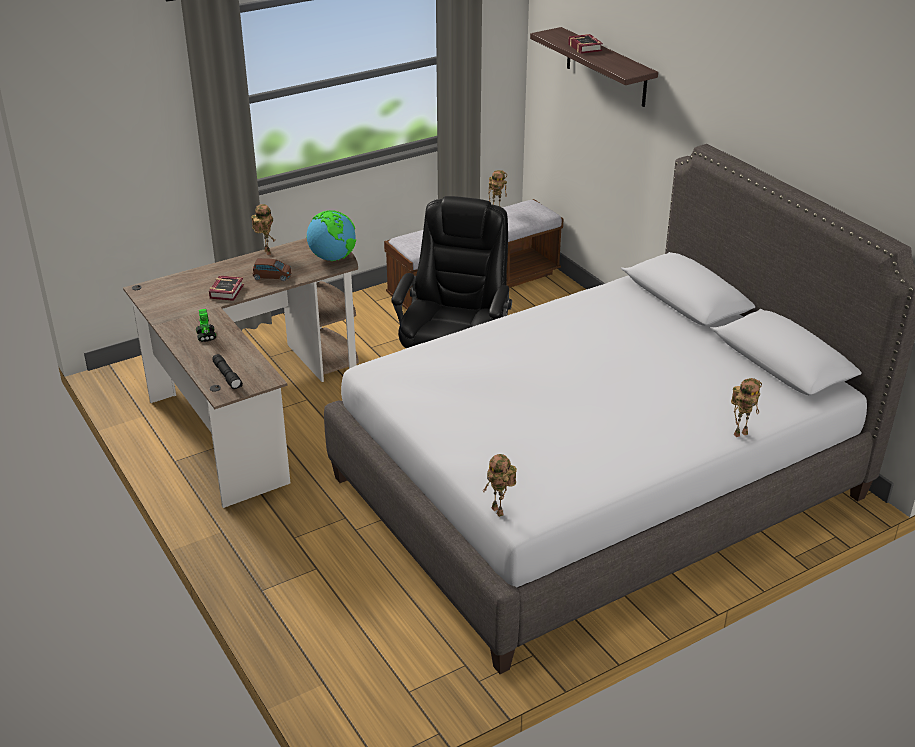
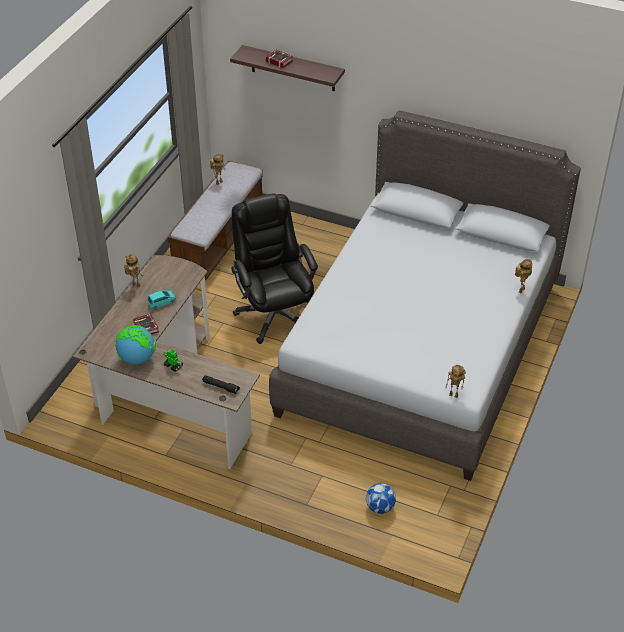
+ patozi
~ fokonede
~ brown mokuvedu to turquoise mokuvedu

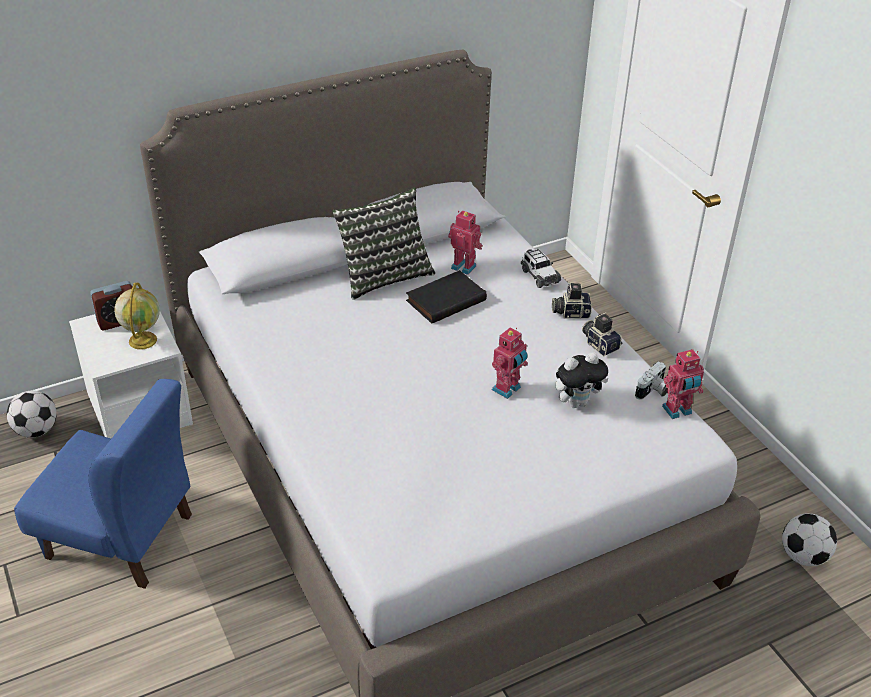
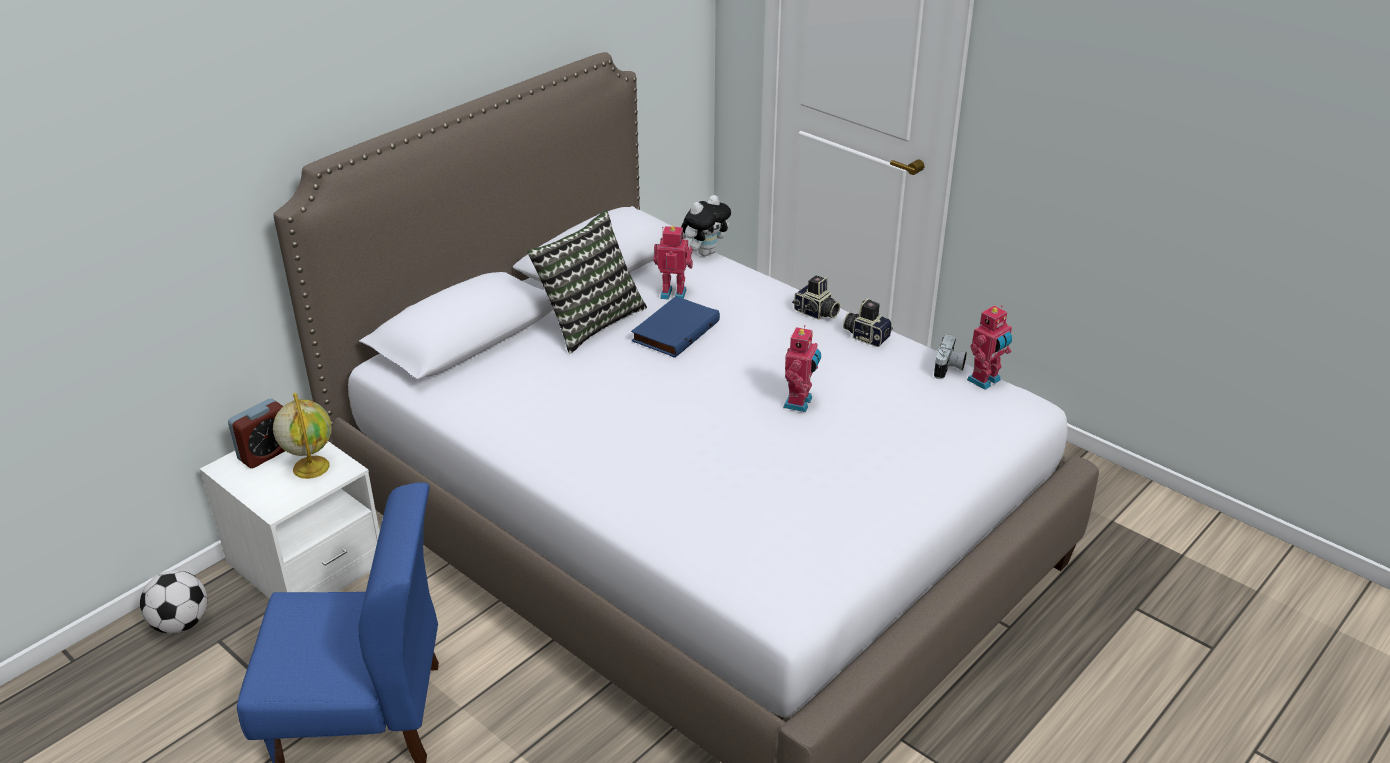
- mokuvedu
- patozi (2nd from left)
~ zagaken
~ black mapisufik to blue mapisufik
~ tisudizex (1st from left) 120 degrees counterclockwise

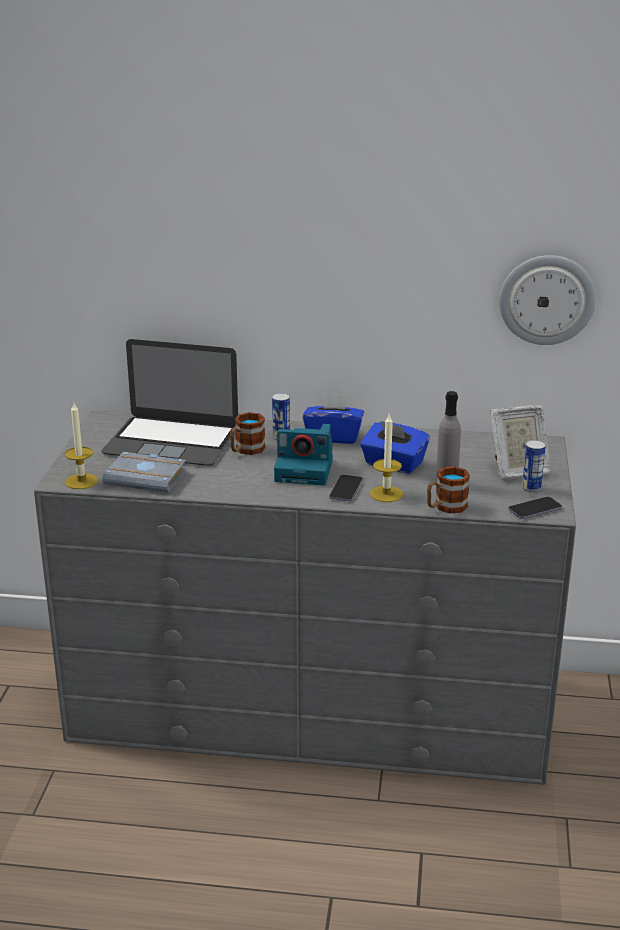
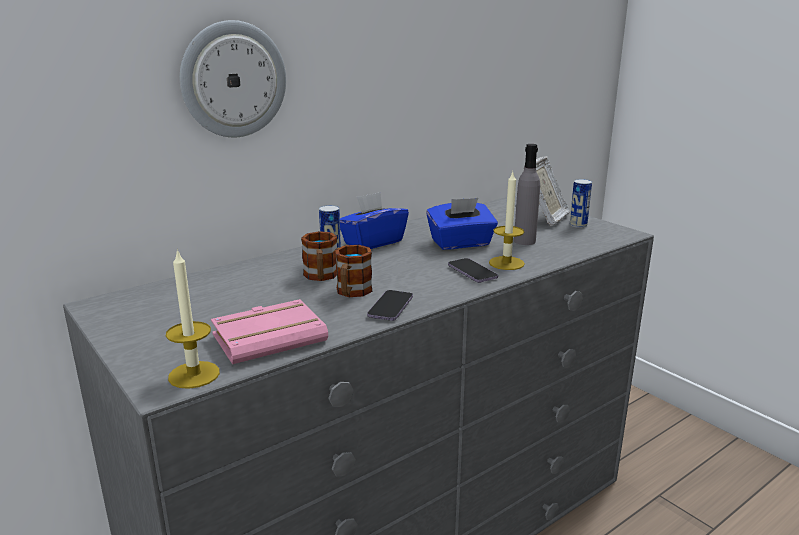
- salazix
- tisudizex
~ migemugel (2nd from left)
~ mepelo
~ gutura (2nd from left in the first image) to gutura (1st from left)
~ grey mapisufik to pink mapisufik

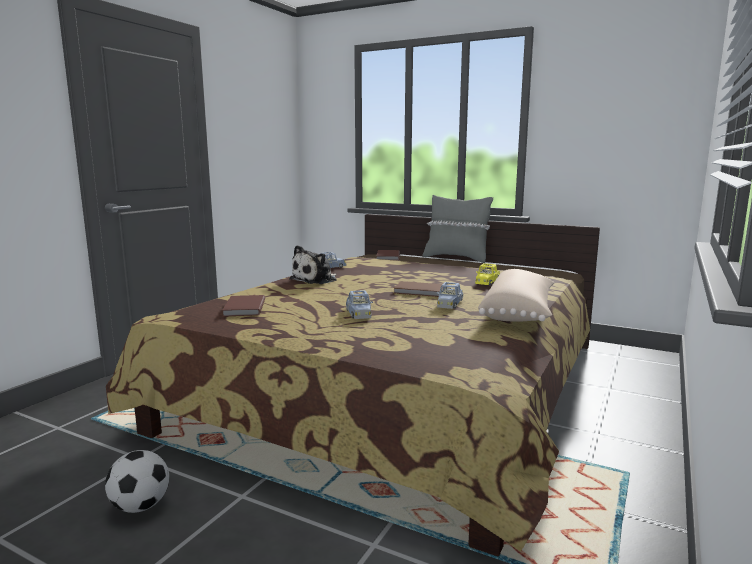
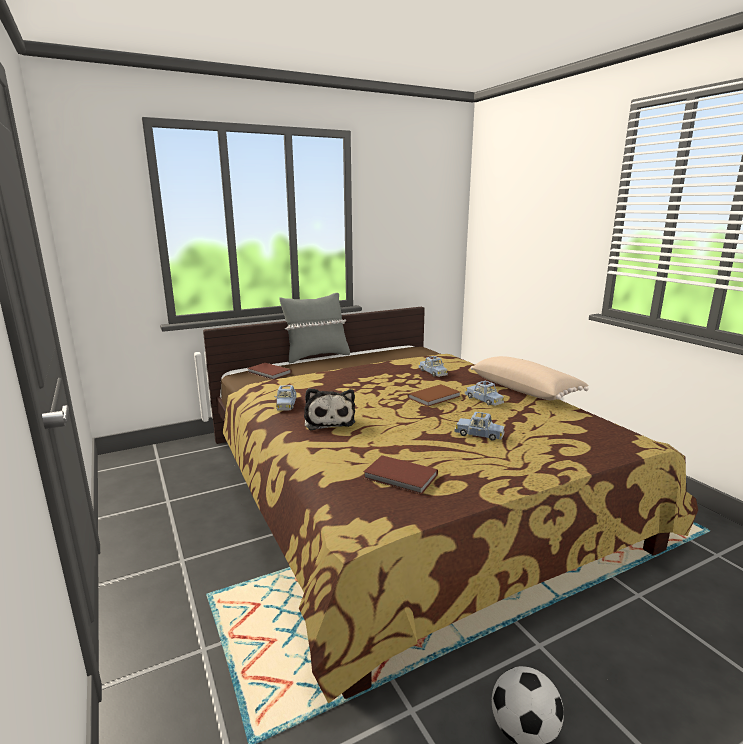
~ yellow mokuvedu to blue mokuvedu (2nd from left)

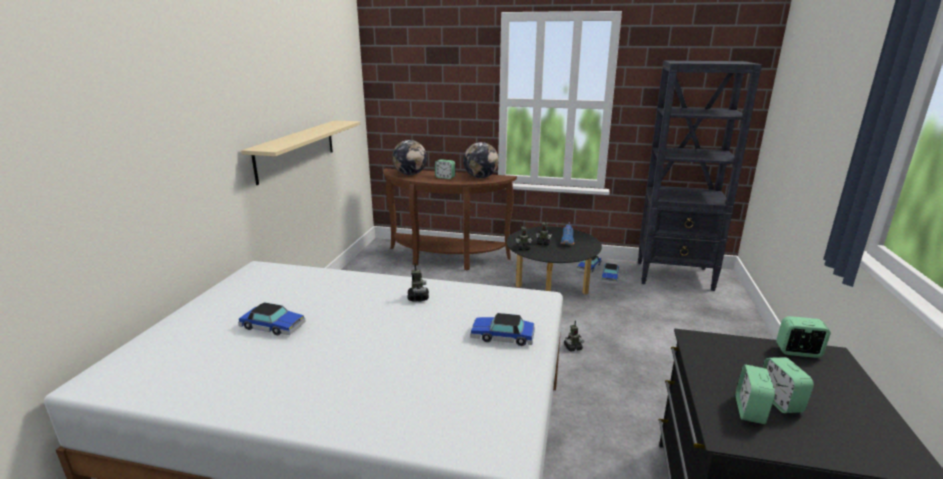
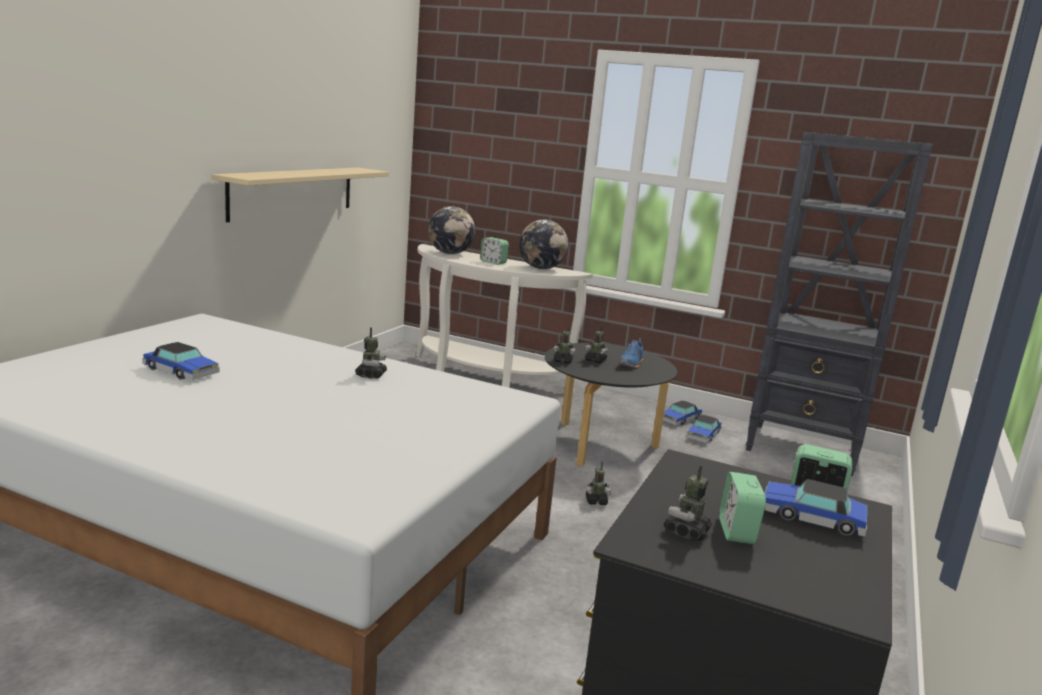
~ mokuvedu (2nd from left in the first image) to mokuvedu (4th from left)
~ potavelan (2nd from left) to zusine (5th from left)
~ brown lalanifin to white lalanifin

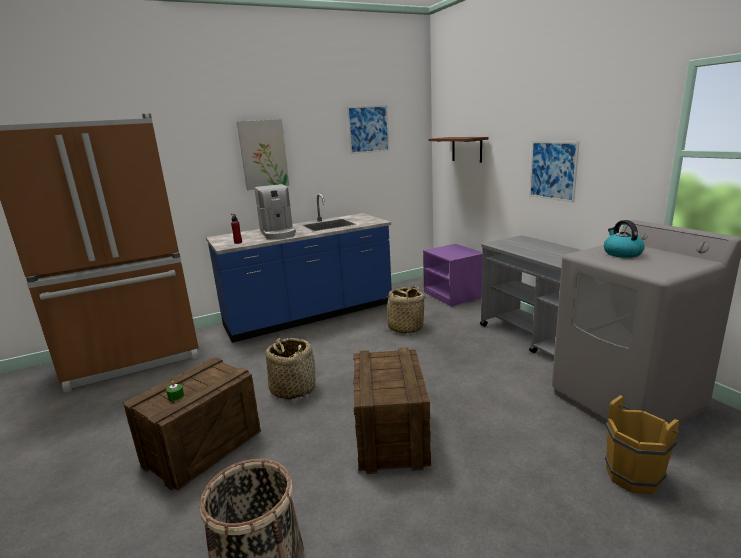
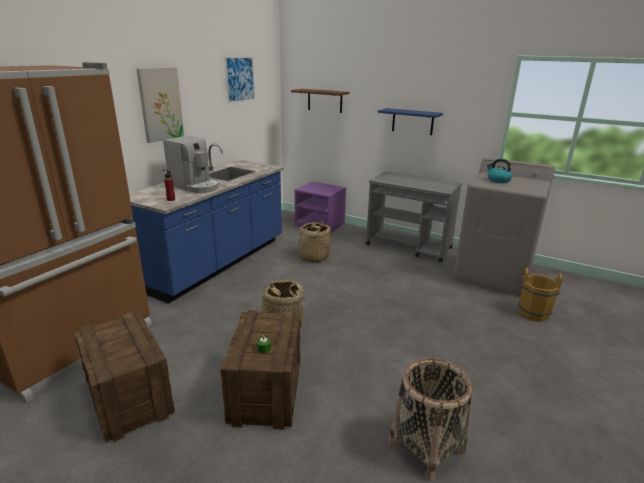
~ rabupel (2nd from left in the first image) to rabupel (1st from left)
~ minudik (3rd from left) to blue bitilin

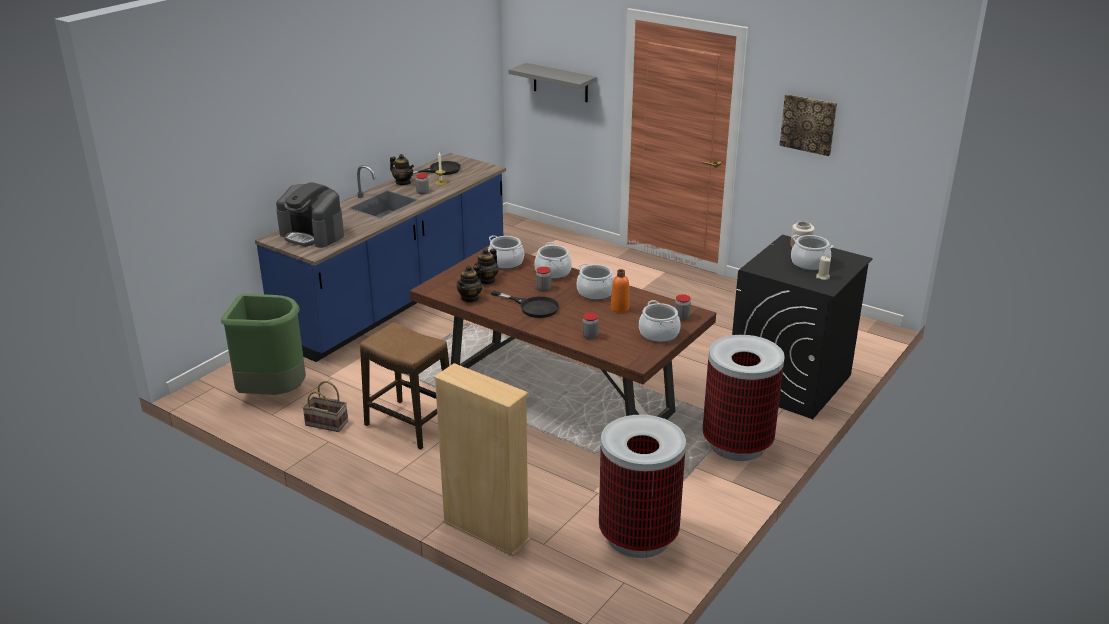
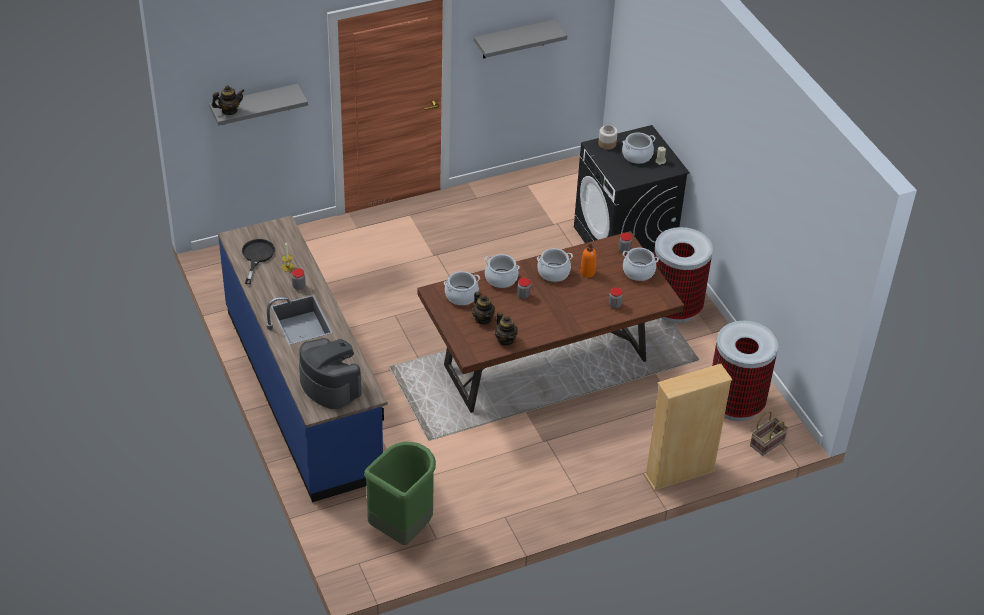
- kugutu
- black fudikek (2nd from left)
~ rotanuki
~ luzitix (1st from left)
~ minudik to grey bitilin (2nd from left)
~ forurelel 105 degrees counterclockwise

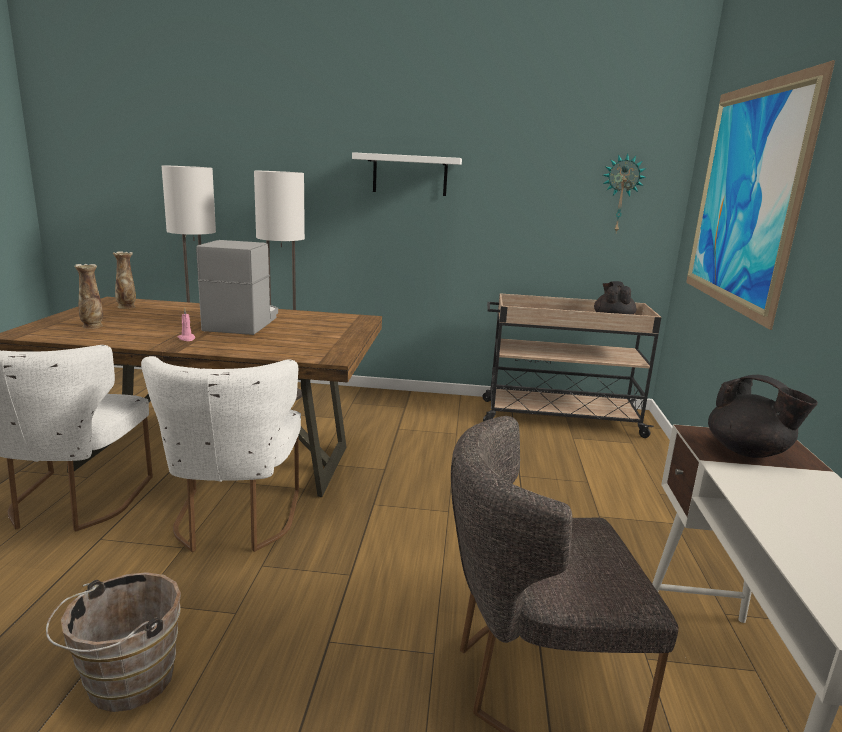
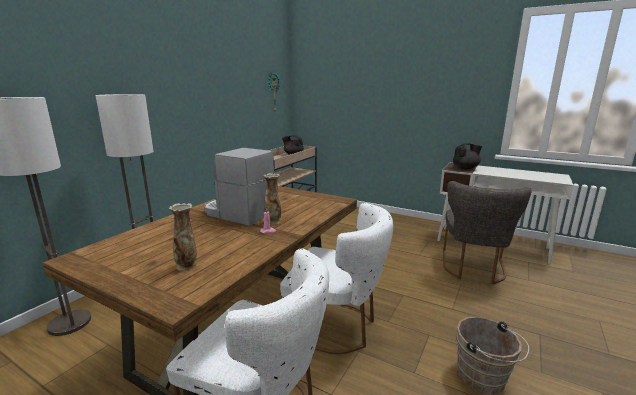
- white bitilin
- minudik
~ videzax (2nd from left)

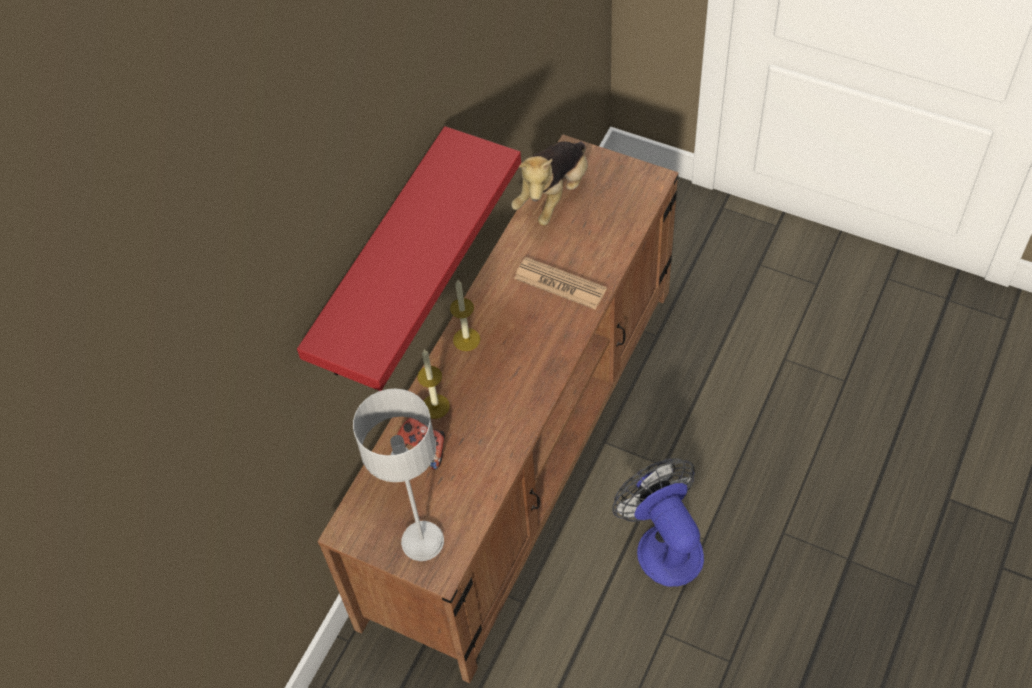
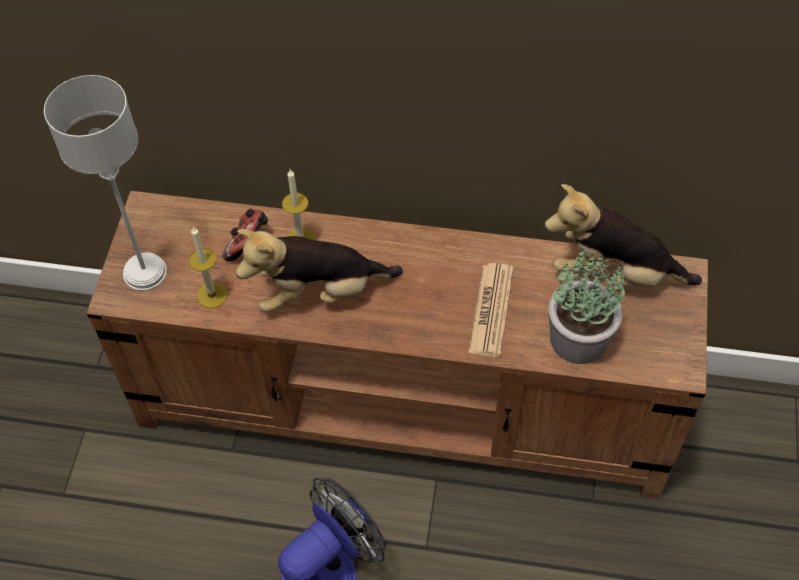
- red bitilin
+ zagaken (1st from left)
+ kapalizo
~ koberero (2nd from left in the first image) to koberero (1st from left)

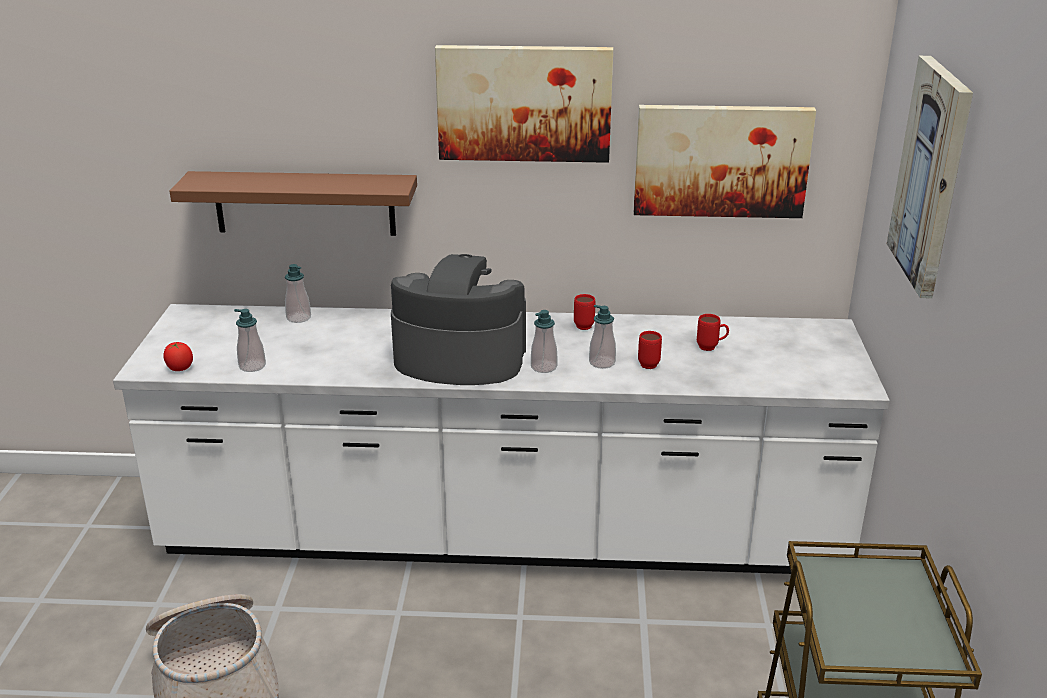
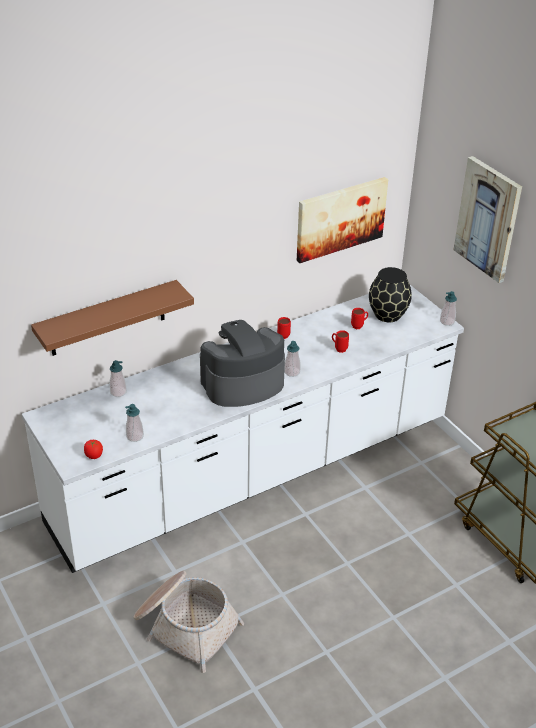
- minudik (1st from left)
+ black videzax
~ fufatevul (4th from left)

